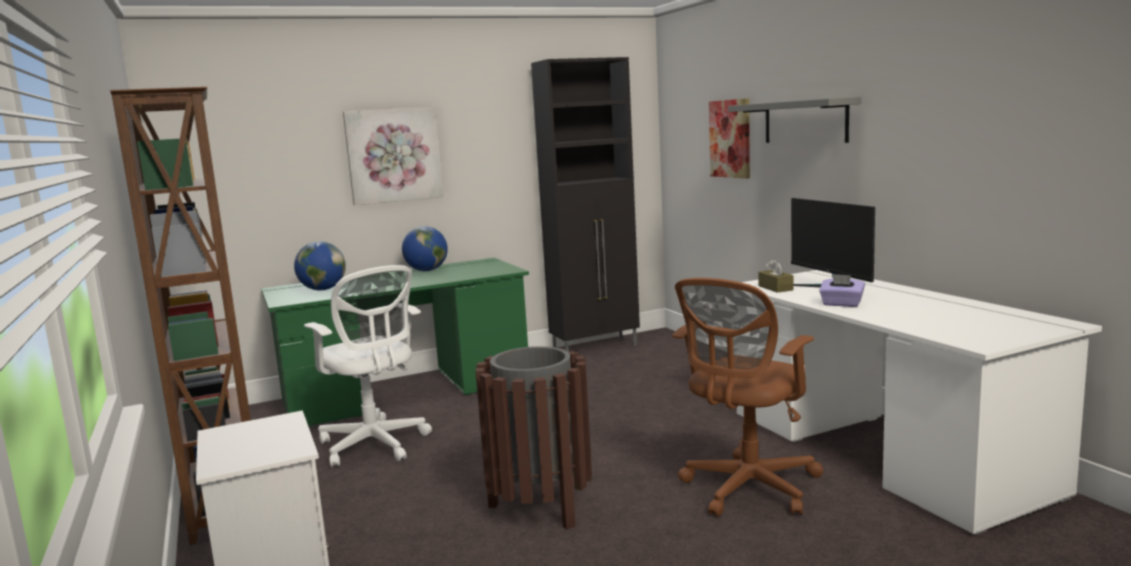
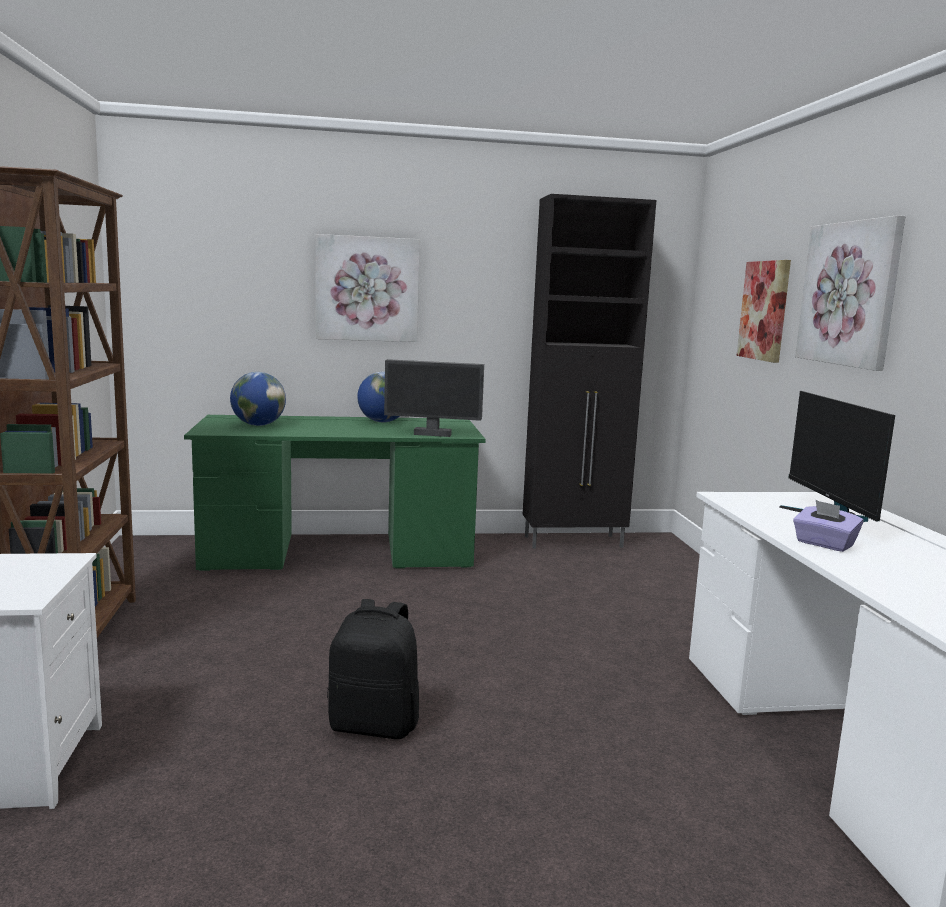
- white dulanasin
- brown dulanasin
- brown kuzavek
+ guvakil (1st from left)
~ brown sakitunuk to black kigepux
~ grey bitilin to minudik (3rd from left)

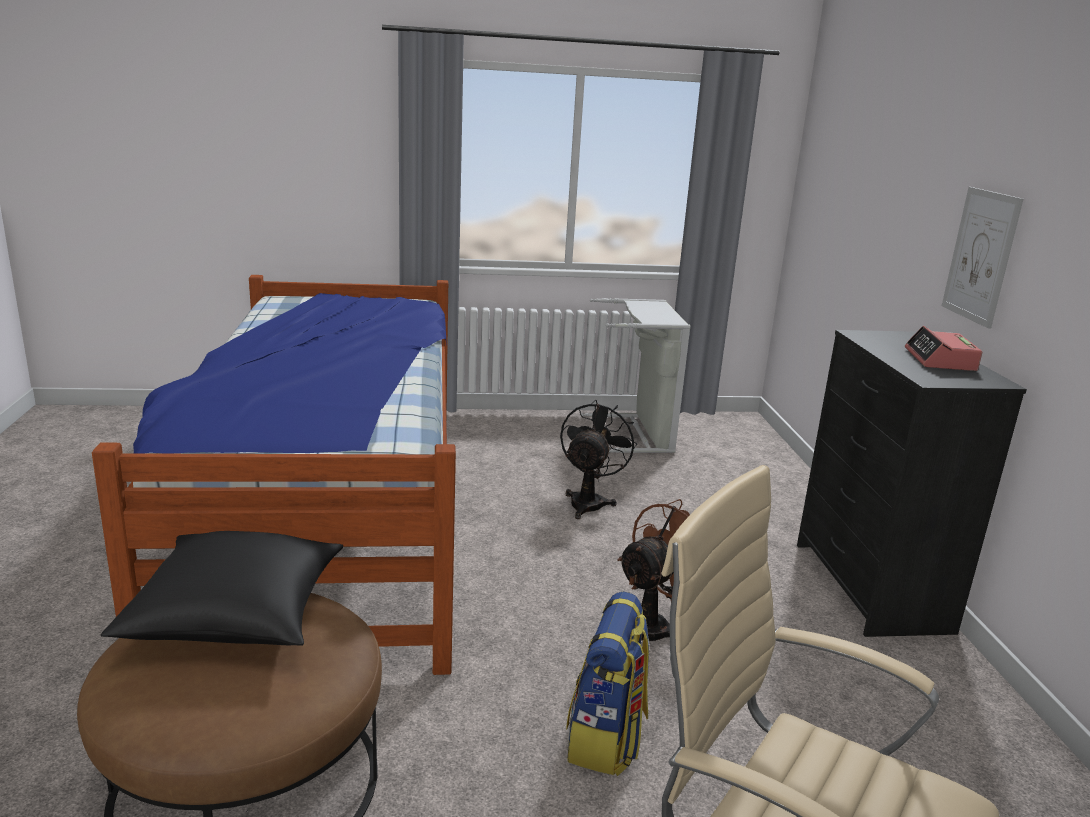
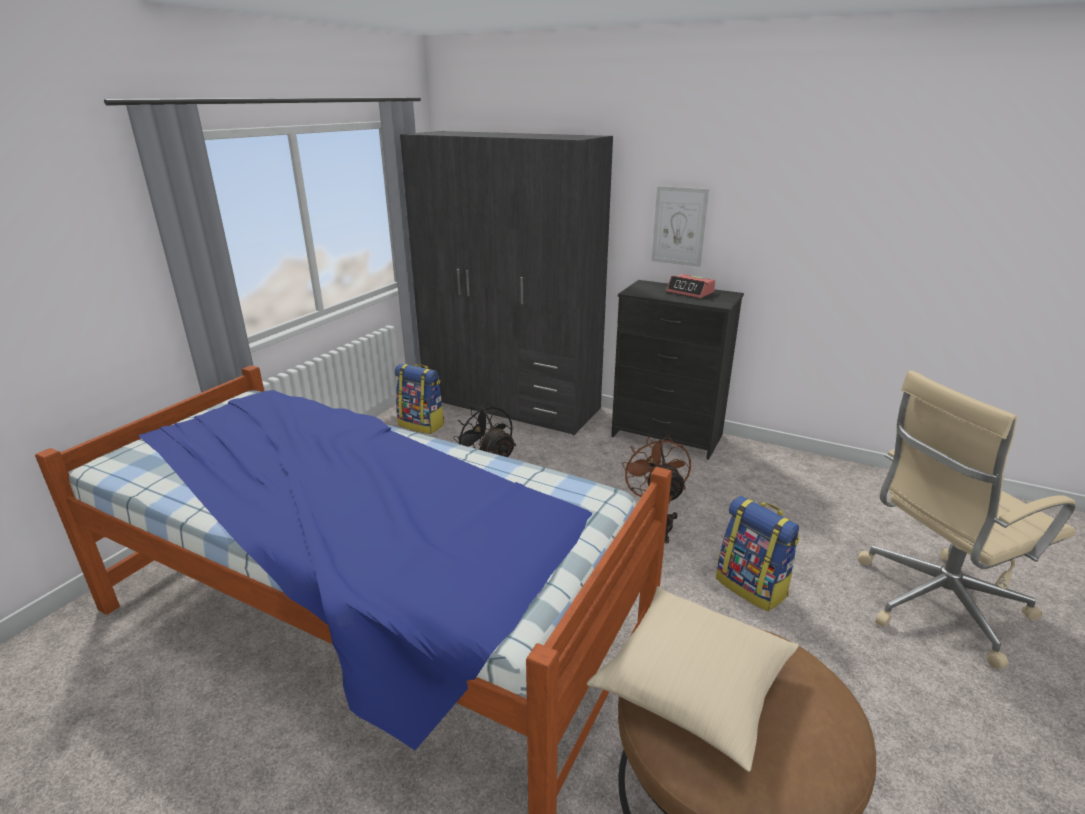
+ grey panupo
~ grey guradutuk to kigepux (1st from left)
~ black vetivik to beige vetivik

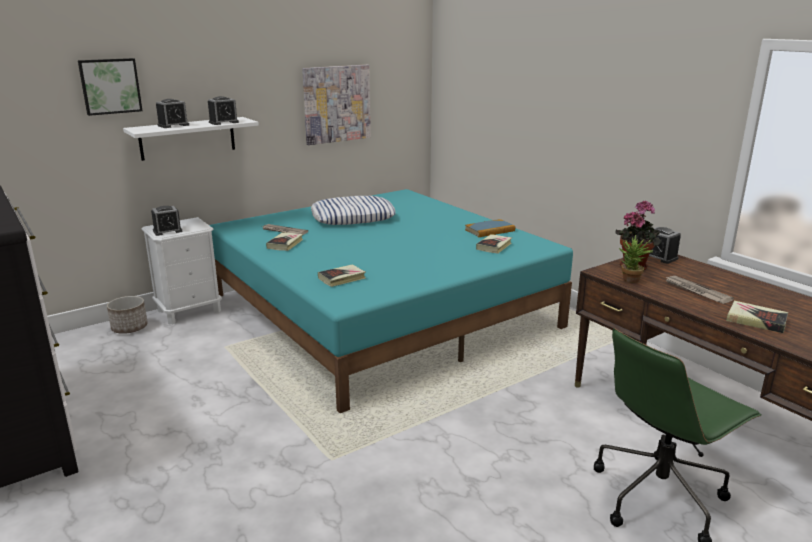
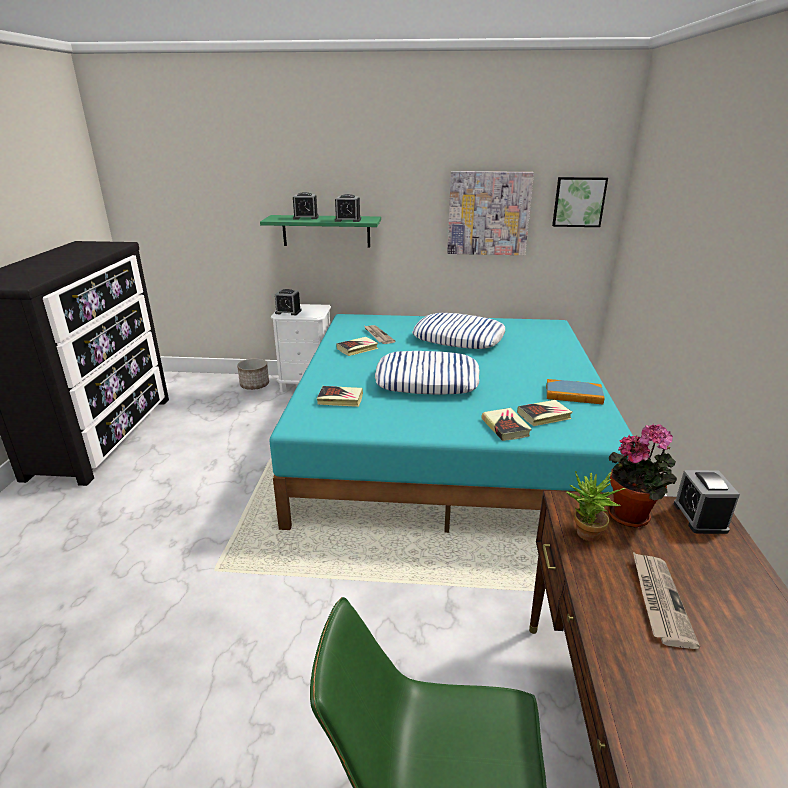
+ vetivik (1st from left)
~ minudik (1st from left in the first image) to minudik (2nd from left)
~ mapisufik (5th from left in the first image) to mapisufik (3rd from left)
~ white bitilin to green bitilin

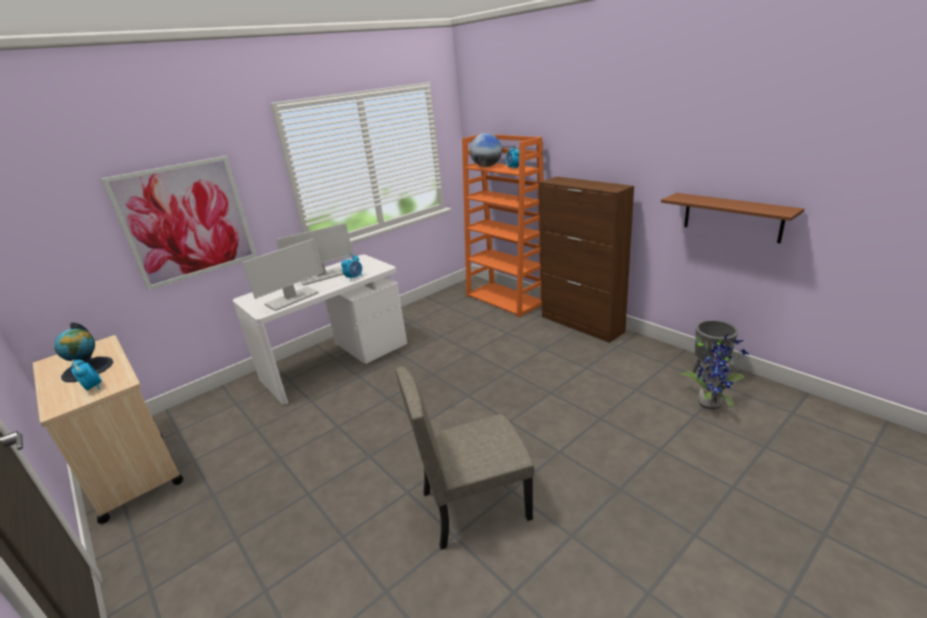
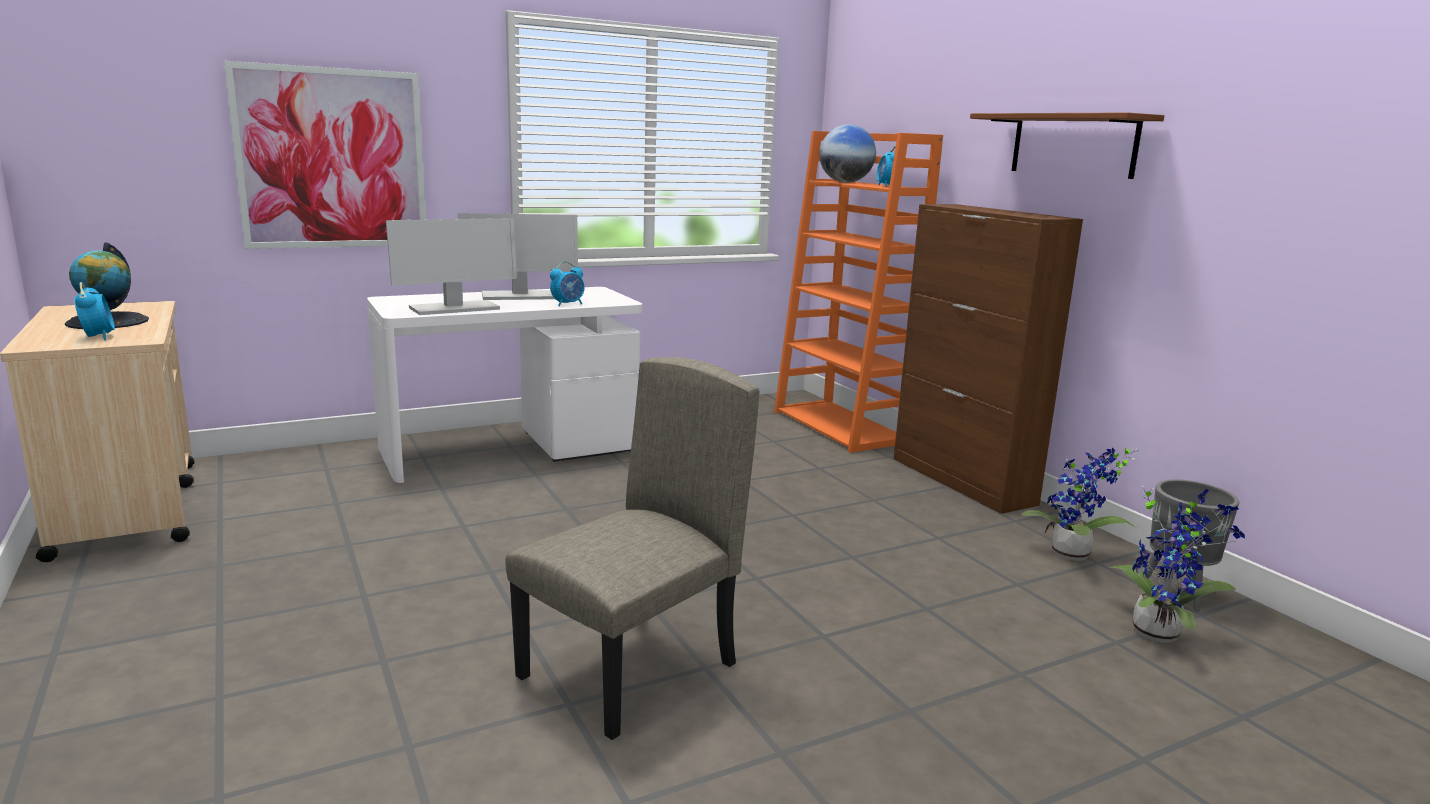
+ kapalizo (1st from left)
~ brown bitilin
~ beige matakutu 135 degrees clockwise

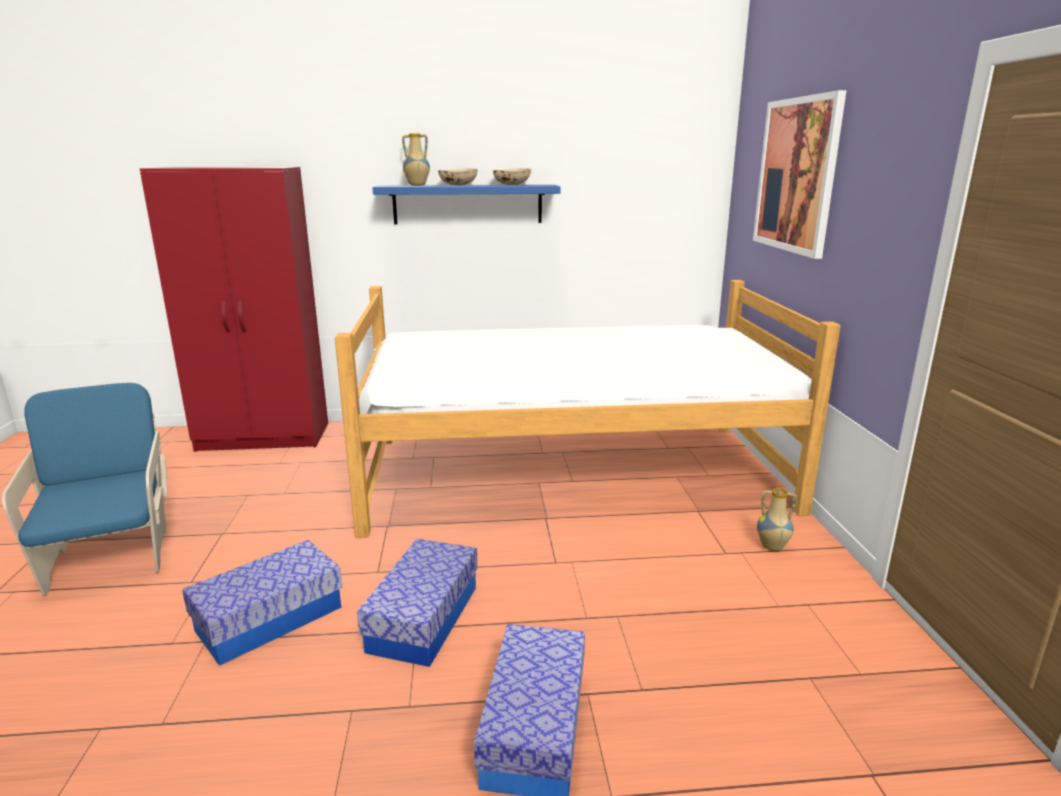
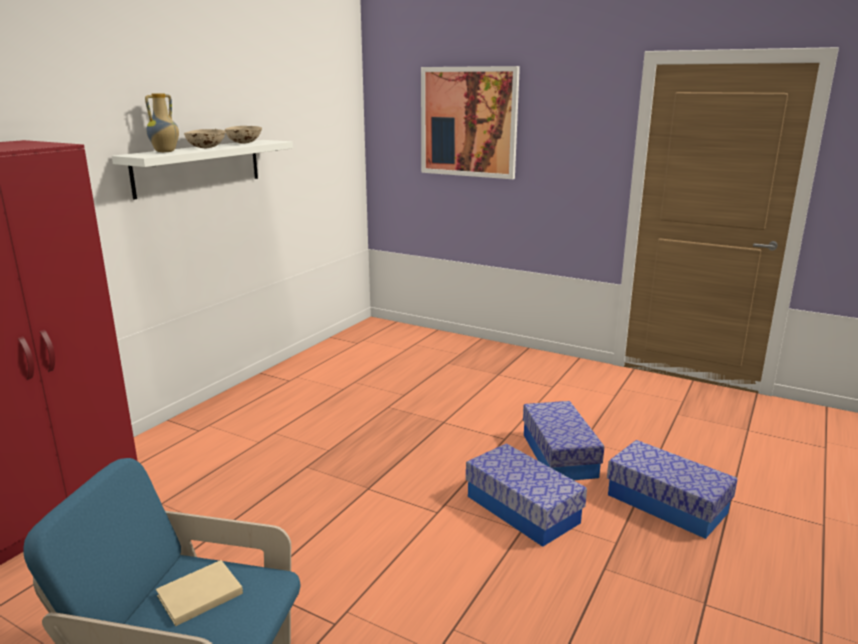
- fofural
- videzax (2nd from left)
+ beige mapisufik
~ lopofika (1st from left in the first image) to lopofika (2nd from left)
~ blue bitilin to white bitilin

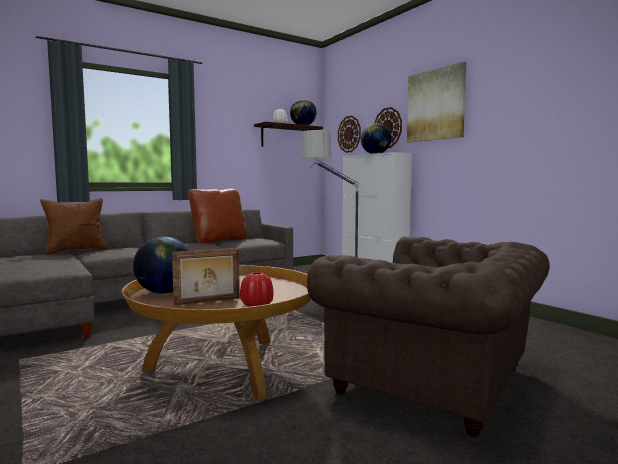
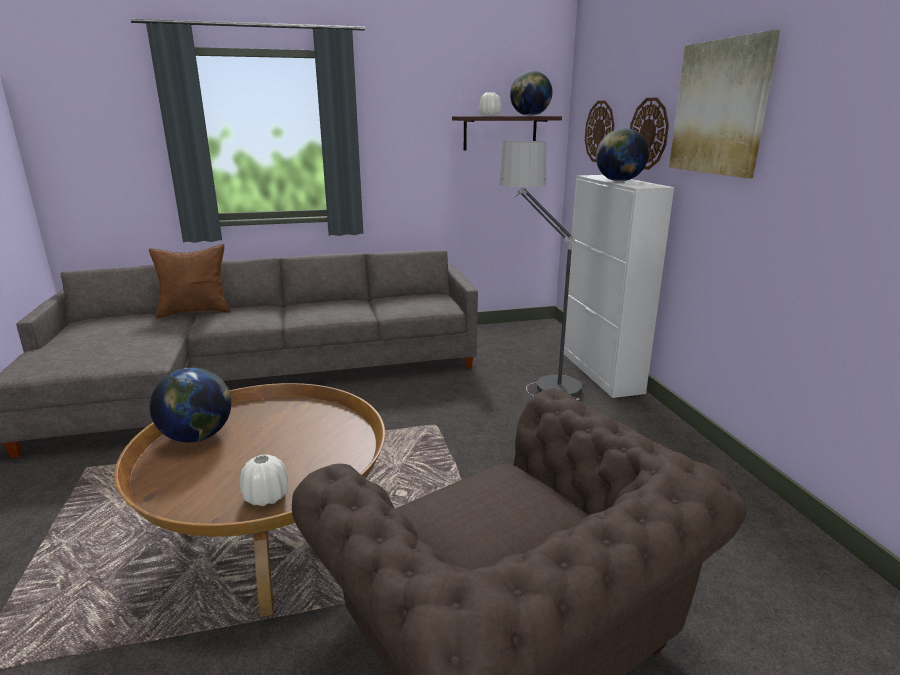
- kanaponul
- brown vetivik (2nd from left)
~ red videzax to white videzax (1st from left)

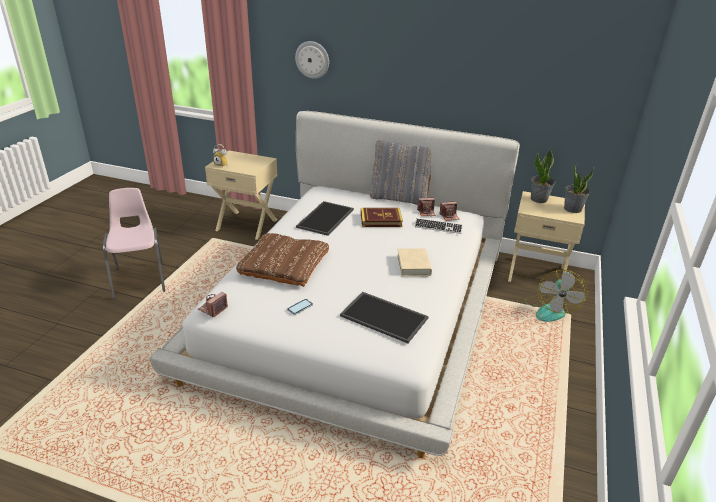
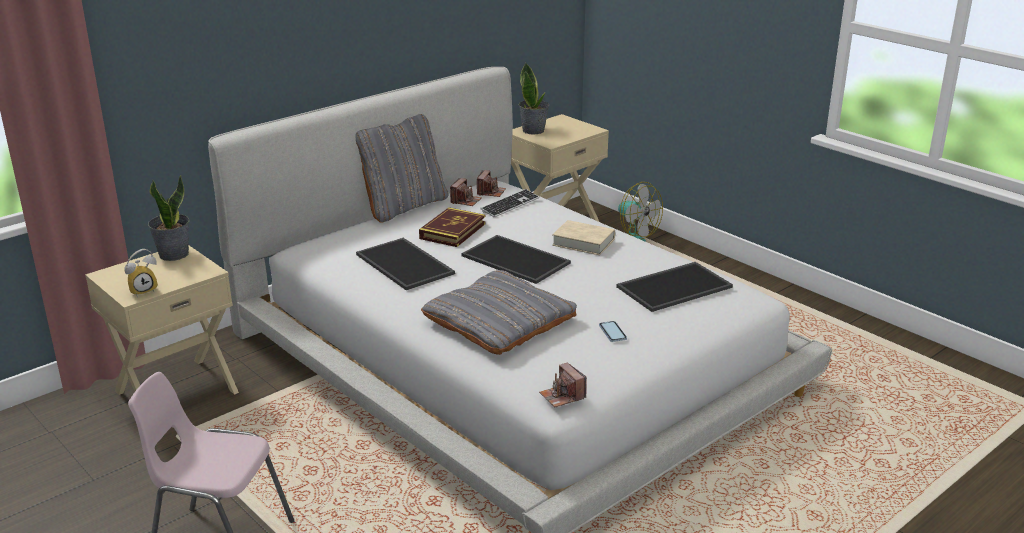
- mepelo
+ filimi (2nd from left)
~ kapalizo (2nd from left in the first image) to kapalizo (1st from left)
~ brown vetivik to grey vetivik (2nd from left)

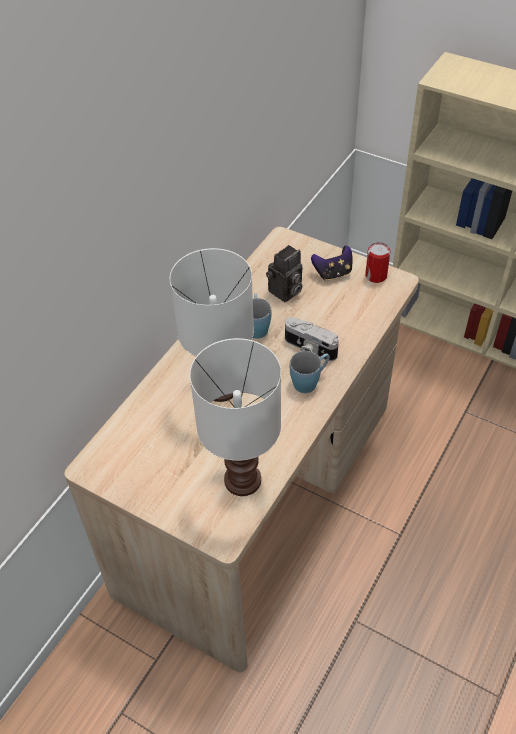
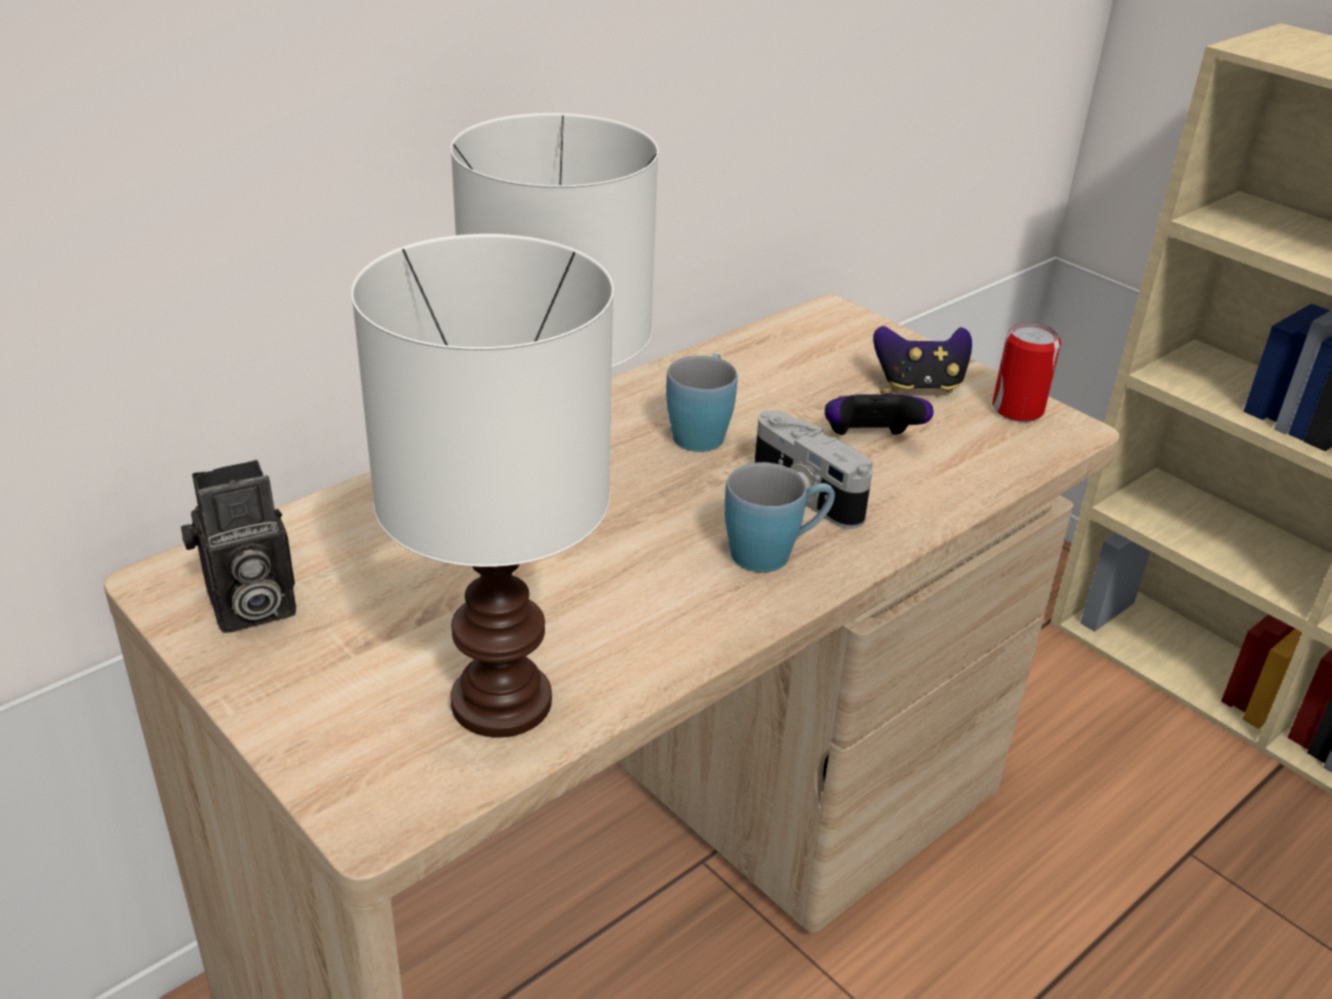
+ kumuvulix (1st from left)
~ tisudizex (1st from left)

